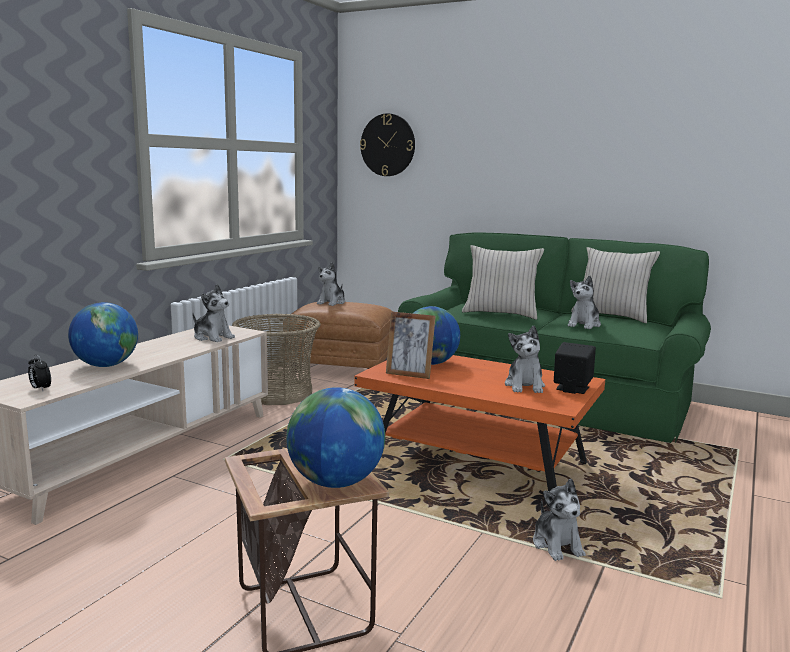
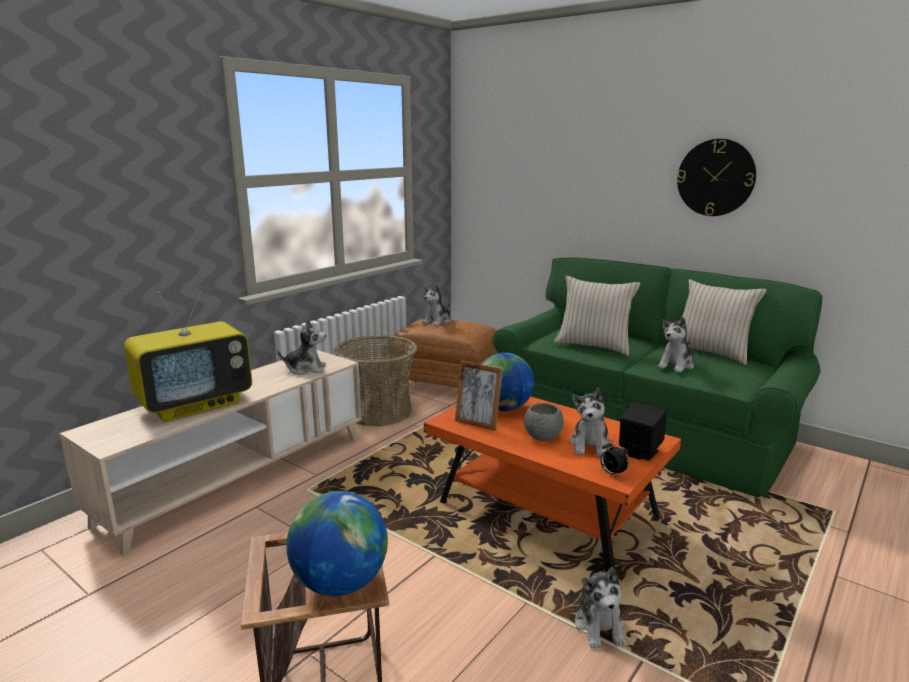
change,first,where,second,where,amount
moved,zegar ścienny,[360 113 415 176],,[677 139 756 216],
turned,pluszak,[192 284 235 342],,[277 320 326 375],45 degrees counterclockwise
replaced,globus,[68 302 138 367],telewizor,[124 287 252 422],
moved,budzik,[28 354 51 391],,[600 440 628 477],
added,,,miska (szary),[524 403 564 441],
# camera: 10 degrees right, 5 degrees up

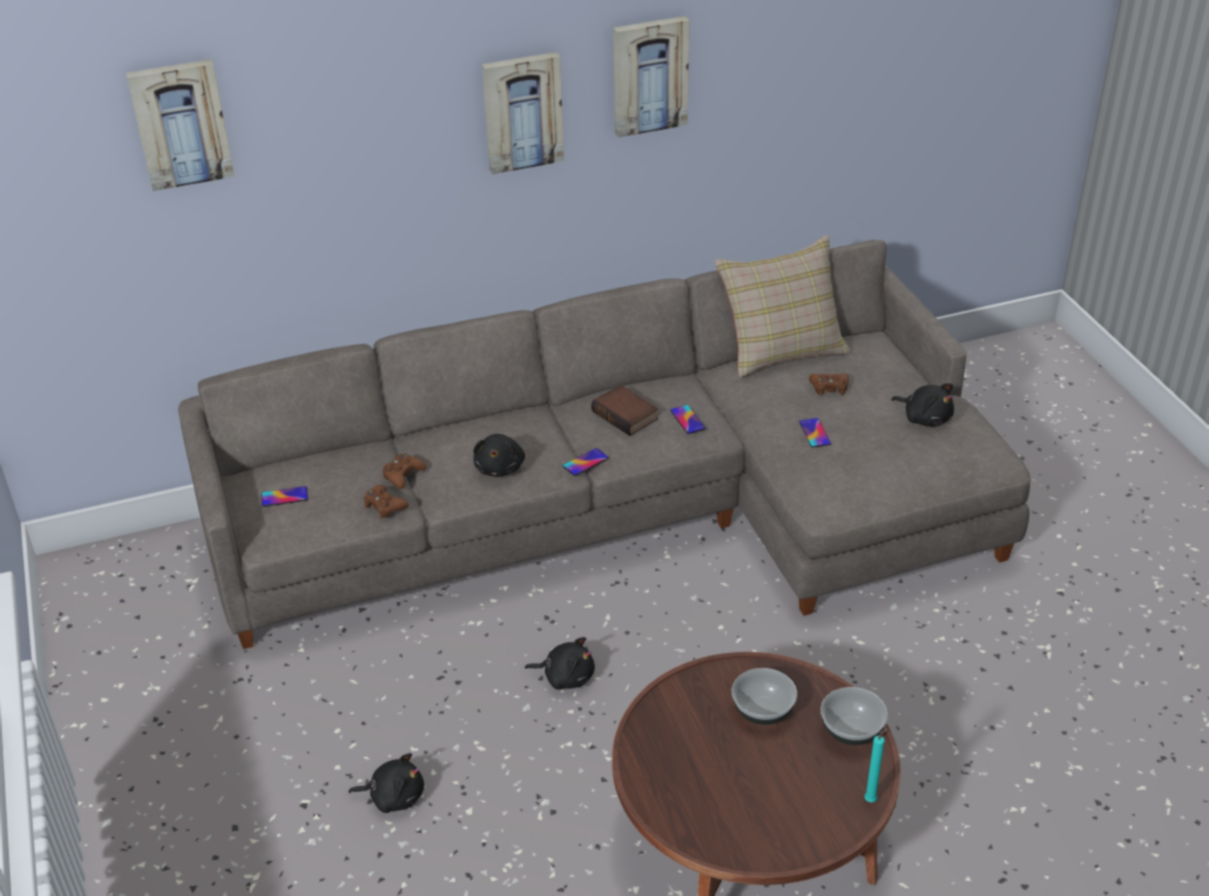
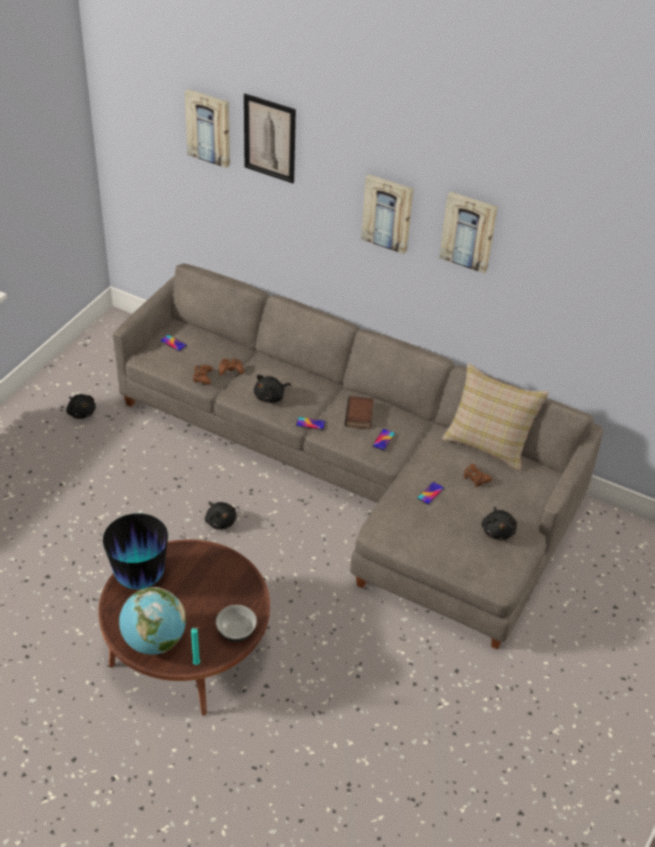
change,first,where,second,where,amount
removed,miska,[732 668 797 725],,,
moved,pluszak (czarny),[349 753 424 813],,[66 394 96 419],
added,,,obraz,[244 94 296 183],
added,,,wazon,[103 513 168 590],
added,,,globus,[119 587 186 655],
# camera: 45 degrees right, 5 degrees up

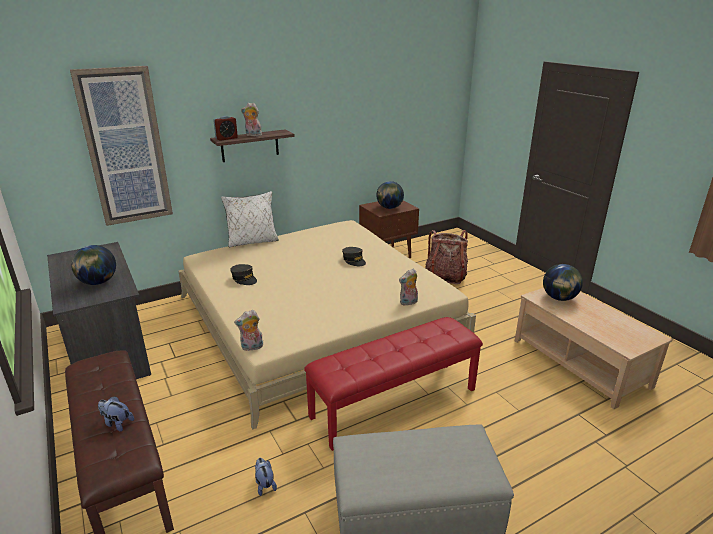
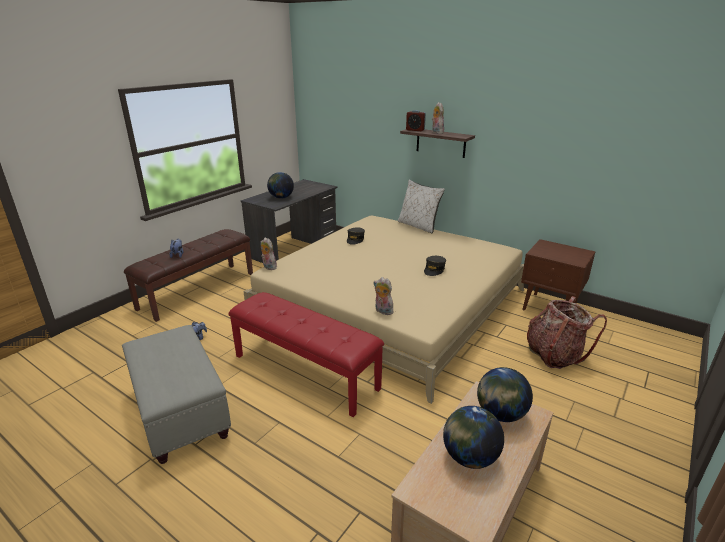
change,first,where,second,where,amount
removed,obraz,[70 66 173 226],,,
moved,globus,[376 181 404 209],,[443 406 504 469],
# camera: 65 degrees right, 0 degrees up

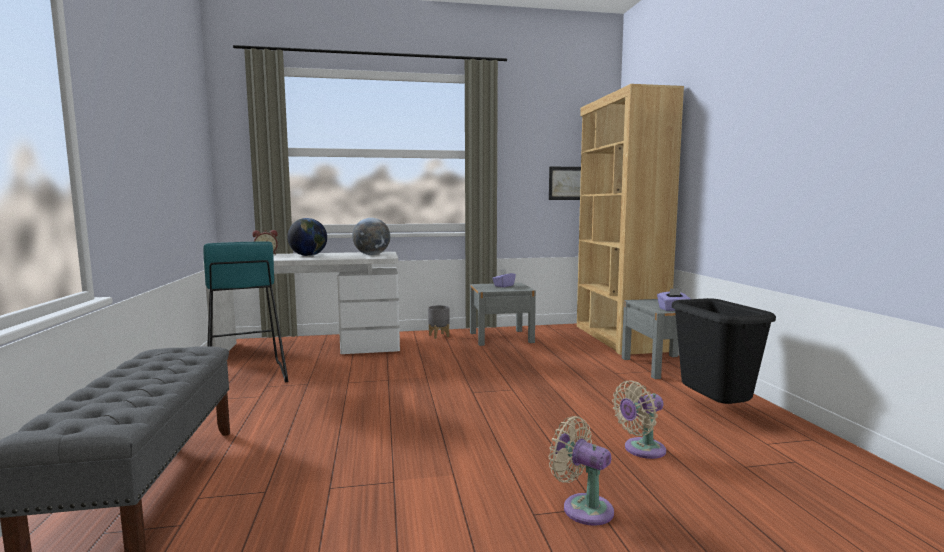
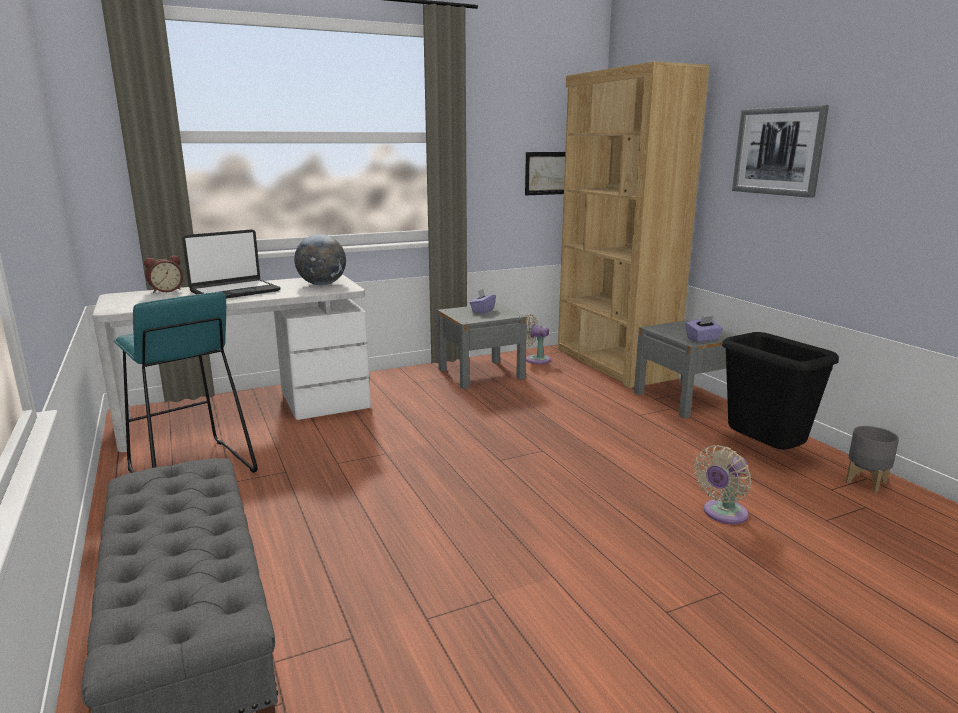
change,first,where,second,where,amount
replaced,globus,[287 218 327 256],laptop,[182 229 281 299],
moved,donica (szary),[428 305 450 339],,[846 426 899 492],
moved,wentylator (beżowy),[549 416 614 526],,[525 314 551 364],
added,,,obraz,[732 105 829 198],
# camera: 15 degrees left, 10 degrees up

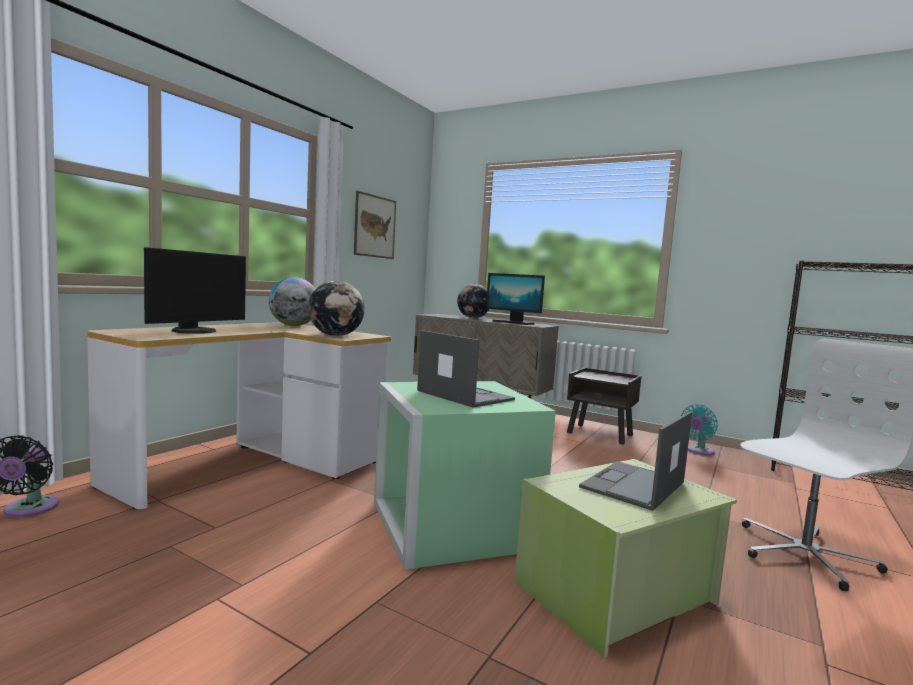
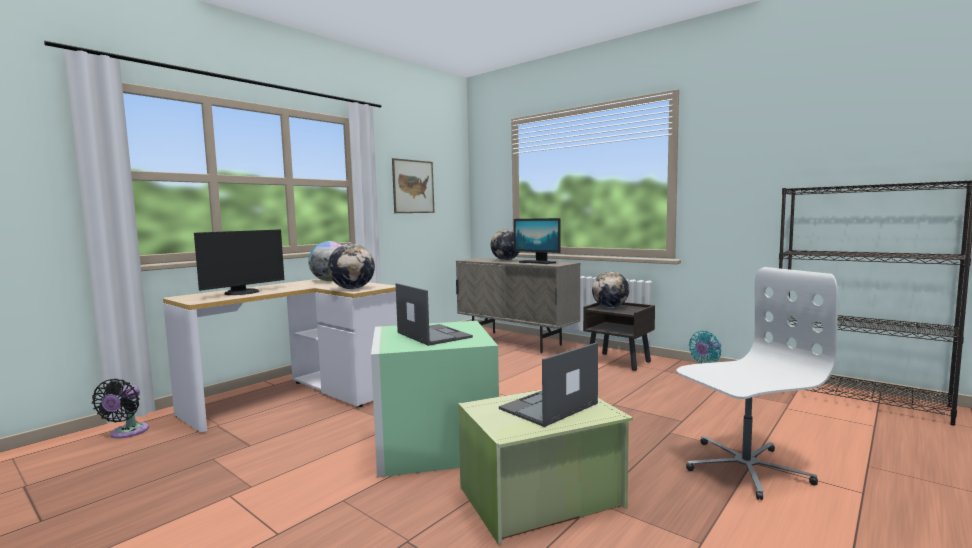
change,first,where,second,where,amount
added,,,globus,[592 271 629 308],
# camera: 10 degrees right, 0 degrees up

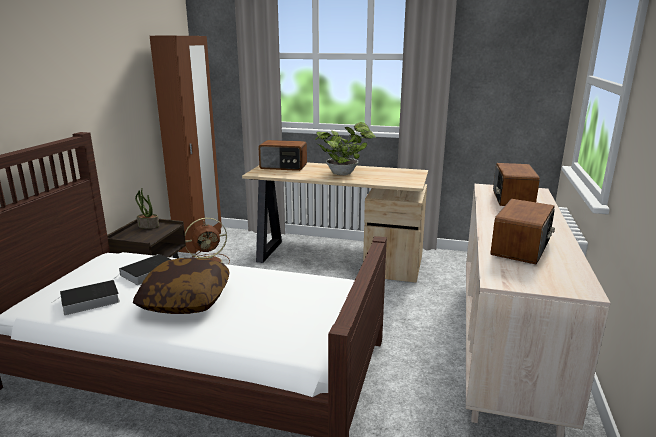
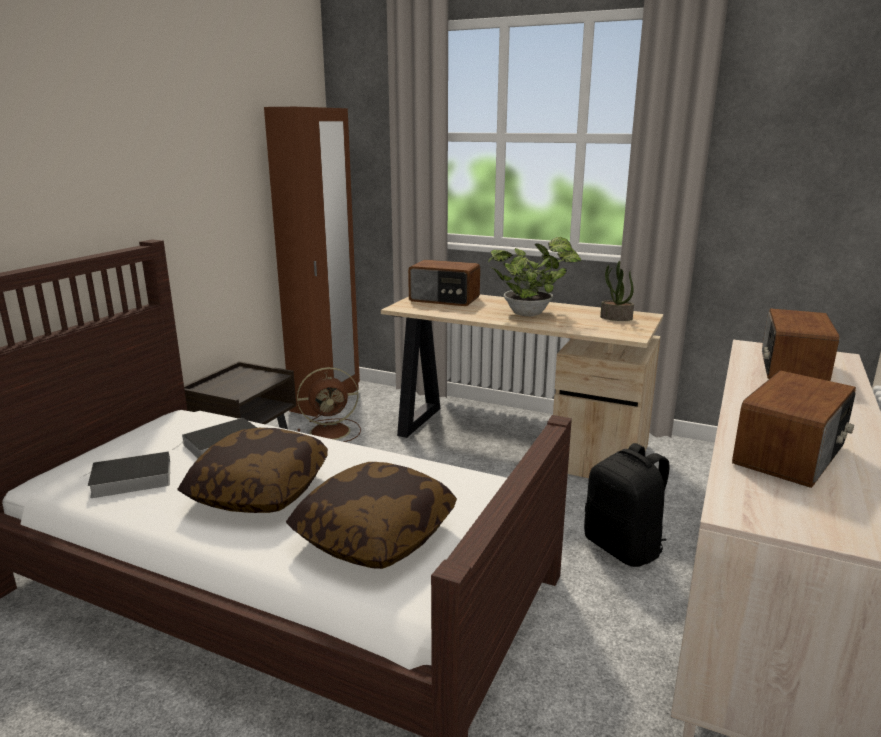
change,first,where,second,where,amount
moved,roślina doniczkowa,[135 189 159 229],,[600 261 634 321],
added,,,plecak (czarny),[584 443 670 567],
added,,,poduszka,[286 462 457 569],
# camera: 10 degrees right, 0 degrees up

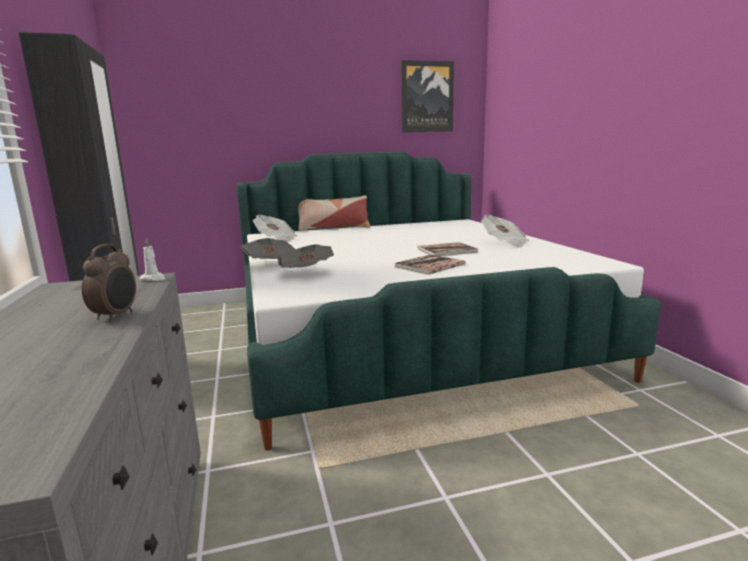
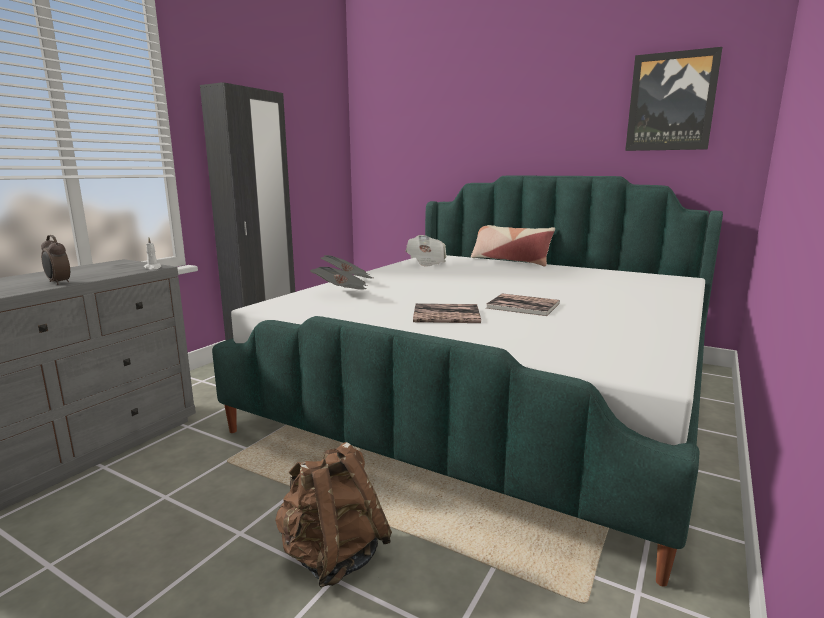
change,first,where,second,where,amount
removed,gazeta,[481 215 529 248],,,
turned,budzik,[82 244 136 322],,[41 235 70 285],75 degrees clockwise
added,,,plecak (brązowy),[275 442 392 587],
# camera: 45 degrees right, 0 degrees up

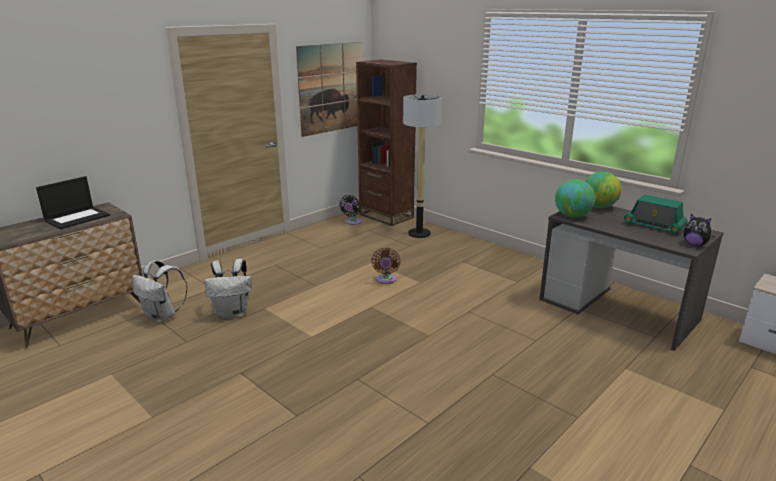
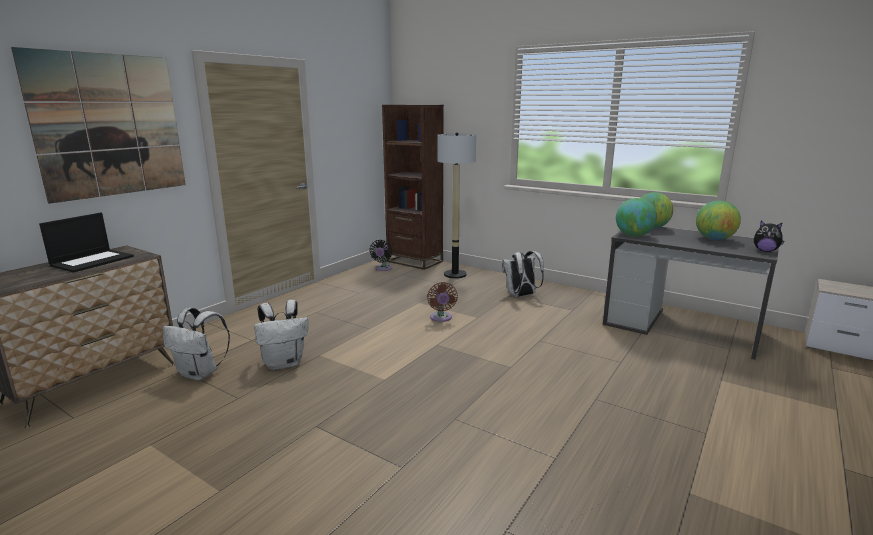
change,first,where,second,where,amount
moved,obraz,[296 42 363 137],,[11 47 186 204],
replaced,radio,[624 194 688 235],globus,[696 201 741 240],
added,,,plecak (biały),[502 251 544 297],
# camera: 10 degrees left, 5 degrees down

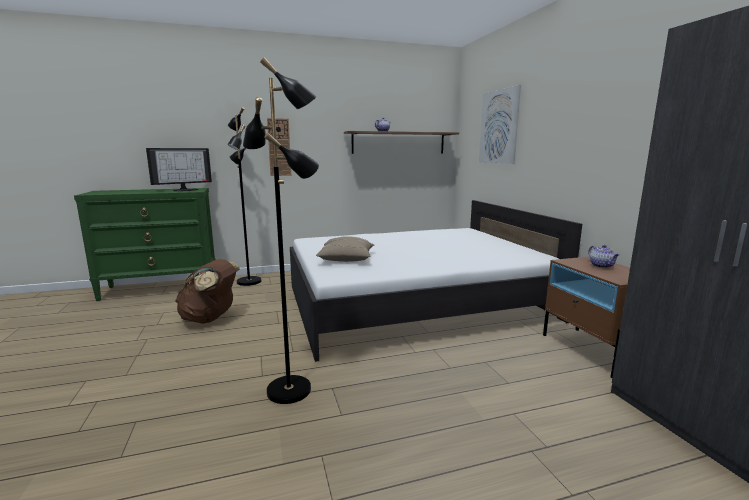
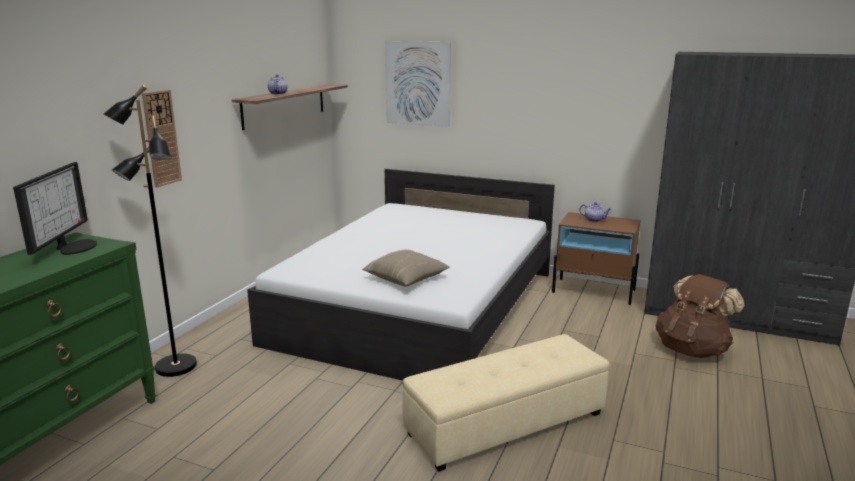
change,first,where,second,where,amount
replaced,lampa stojąca (czarny),[243 57 319 404],pufa (beżowy),[403 334 610 472],
moved,plecak (brązowy),[175 259 240 324],,[656 274 744 358],
# camera: 50 degrees left, 5 degrees up

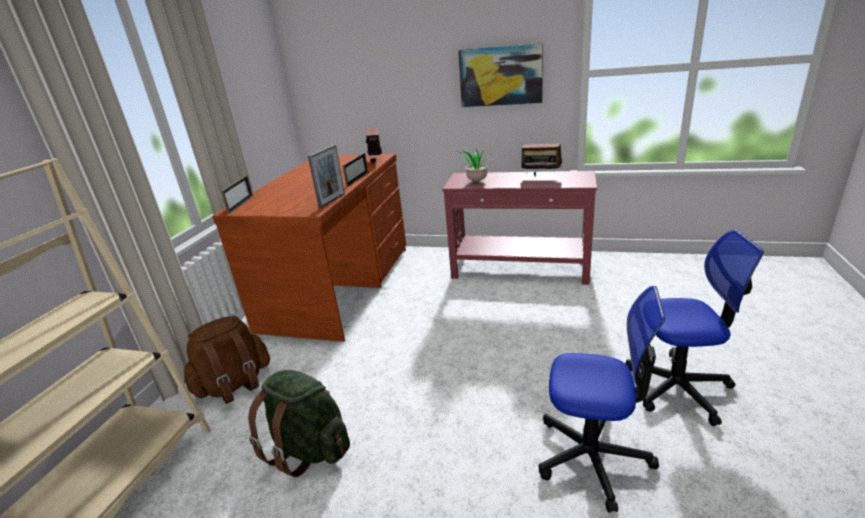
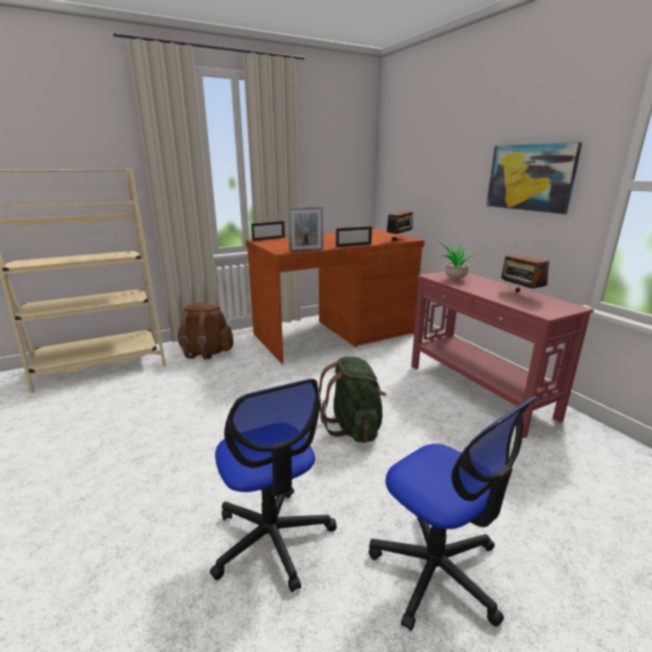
change,first,where,second,where,amount
moved,plecak (zielony),[248 370 350 477],,[318 357 386 443],
# camera: 45 degrees right, 5 degrees down

